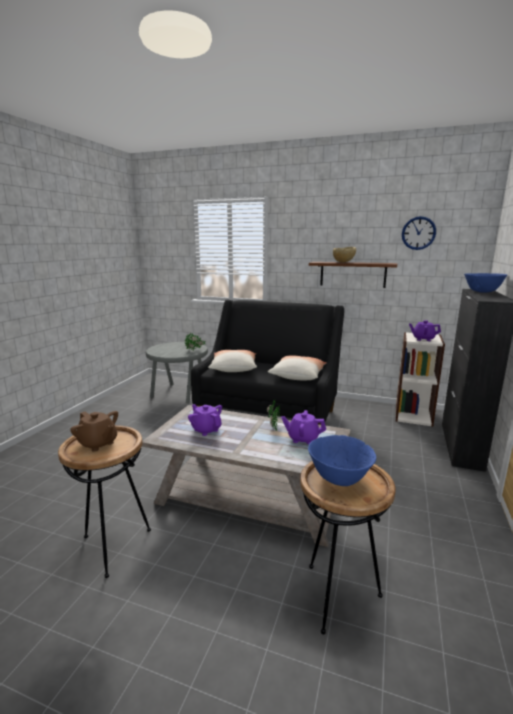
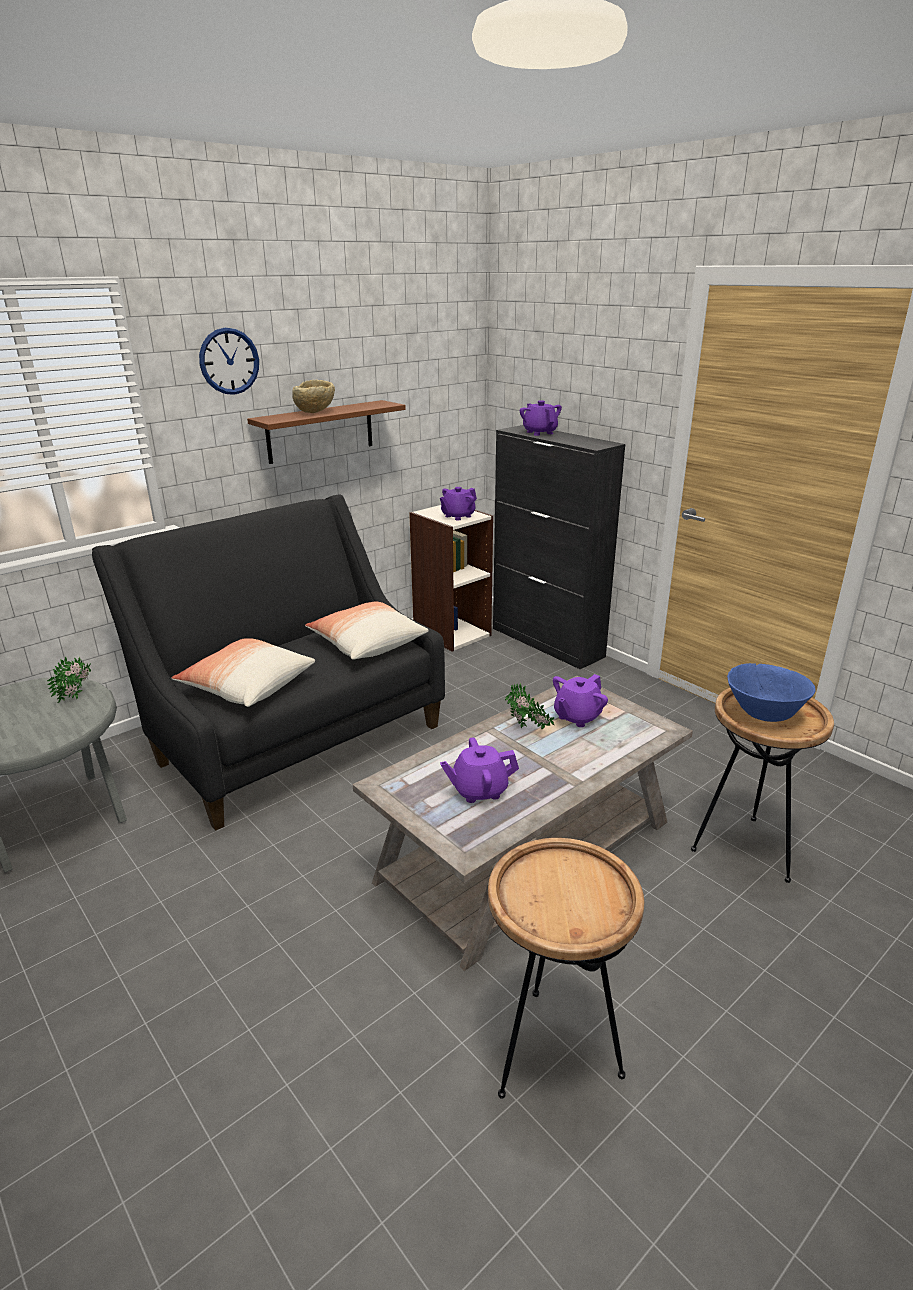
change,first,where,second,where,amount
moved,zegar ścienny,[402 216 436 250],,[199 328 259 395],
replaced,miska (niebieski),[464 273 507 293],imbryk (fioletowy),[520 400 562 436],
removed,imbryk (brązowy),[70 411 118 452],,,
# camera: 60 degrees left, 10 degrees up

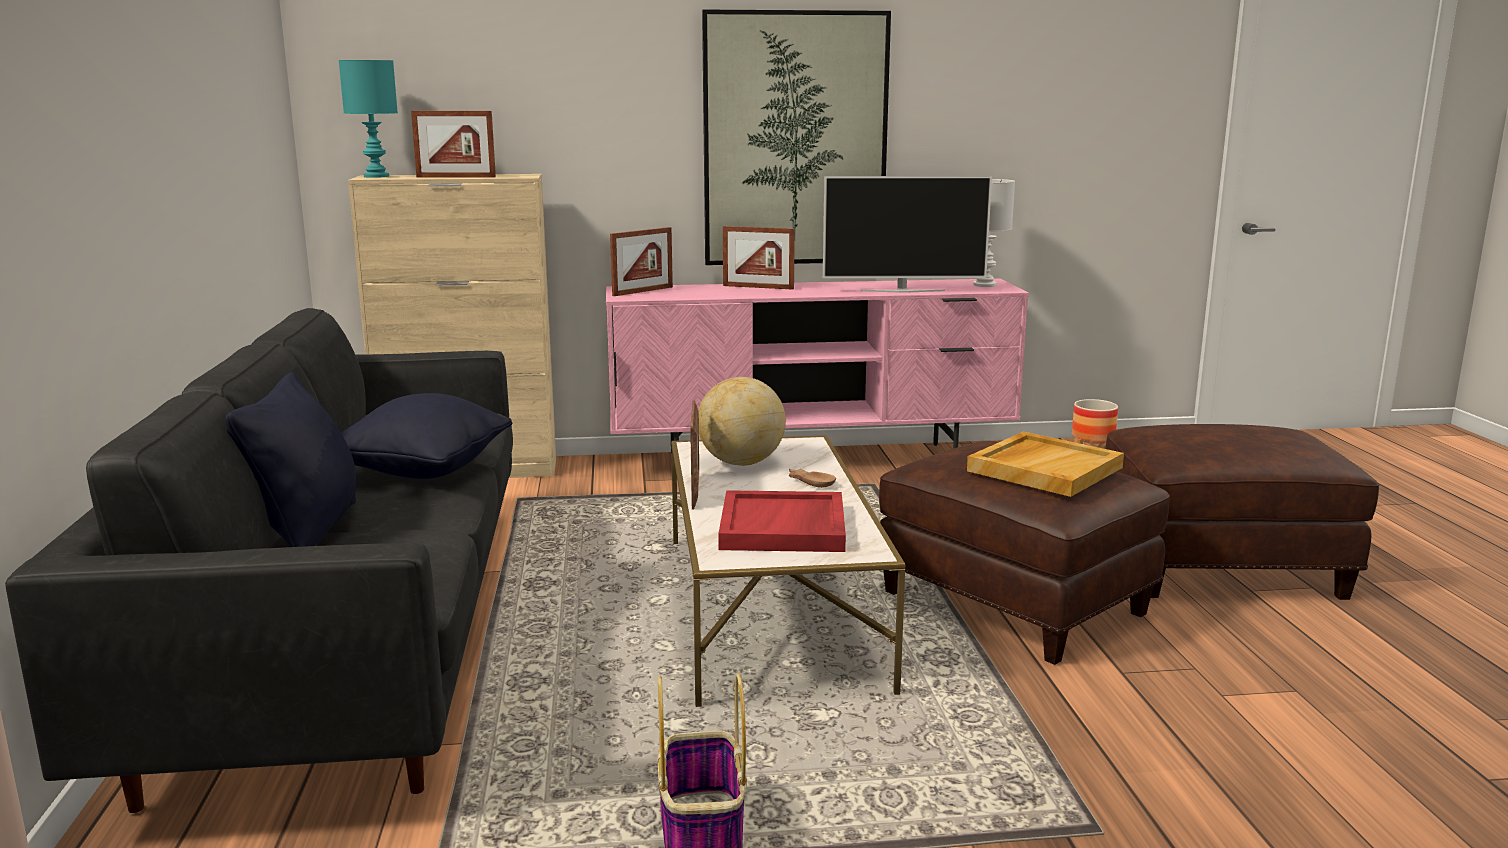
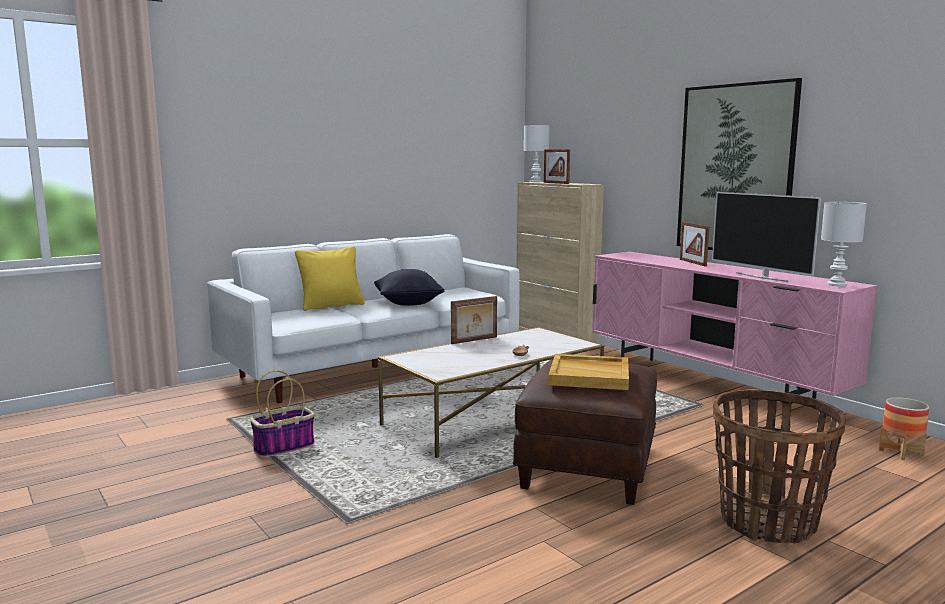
change,first,where,second,where,amount
recoloured,lampa stołowa (turkusowy),[339 60 398 178],lampa stołowa (biały),[524 125 550 182],
removed,ramka na zdjęcie,[610 227 673 296],,,
recoloured,kanapa (czarny),[5 308 513 813],kanapa (biały),[207 234 520 403],
recoloured,poduszka (czarny),[225 372 356 547],poduszka (żółty),[295 246 365 311],
removed,globus,[698 377 786 466],,,
replaced,pufa (brązowy),[1106 424 1379 600],koszyk,[713 389 846 543],
removed,taca (czerwony),[718 490 846 552],,,
# camera: 60 degrees right, 5 degrees down

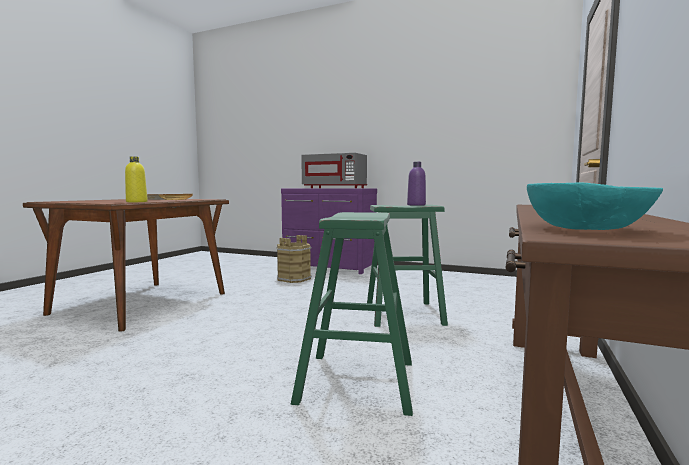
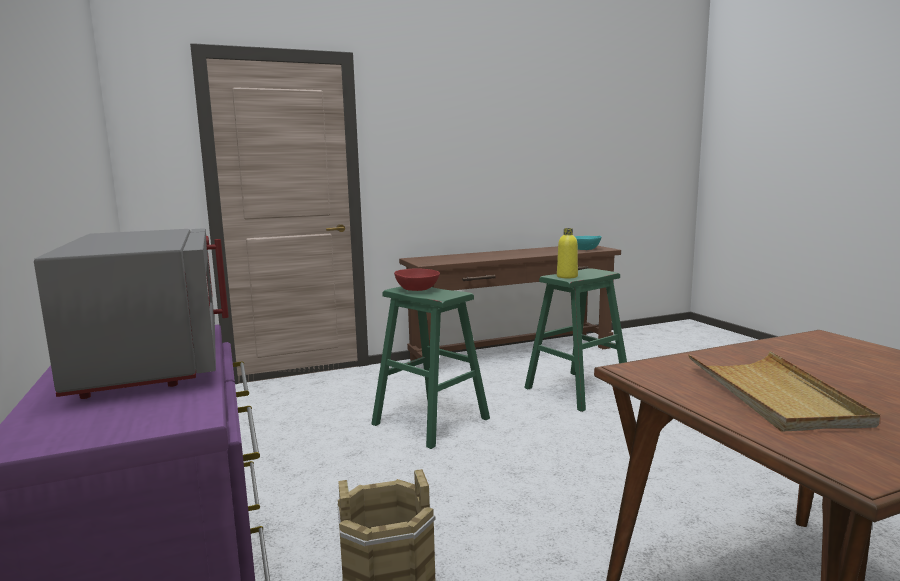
change,first,where,second,where,amount
moved,butelka (żółty),[125 156 148 202],,[557 228 578 278],
replaced,butelka (fioletowy),[407 162 426 206],miska (czerwony),[394 268 440 291],
# camera: 135 degrees left, 5 degrees up

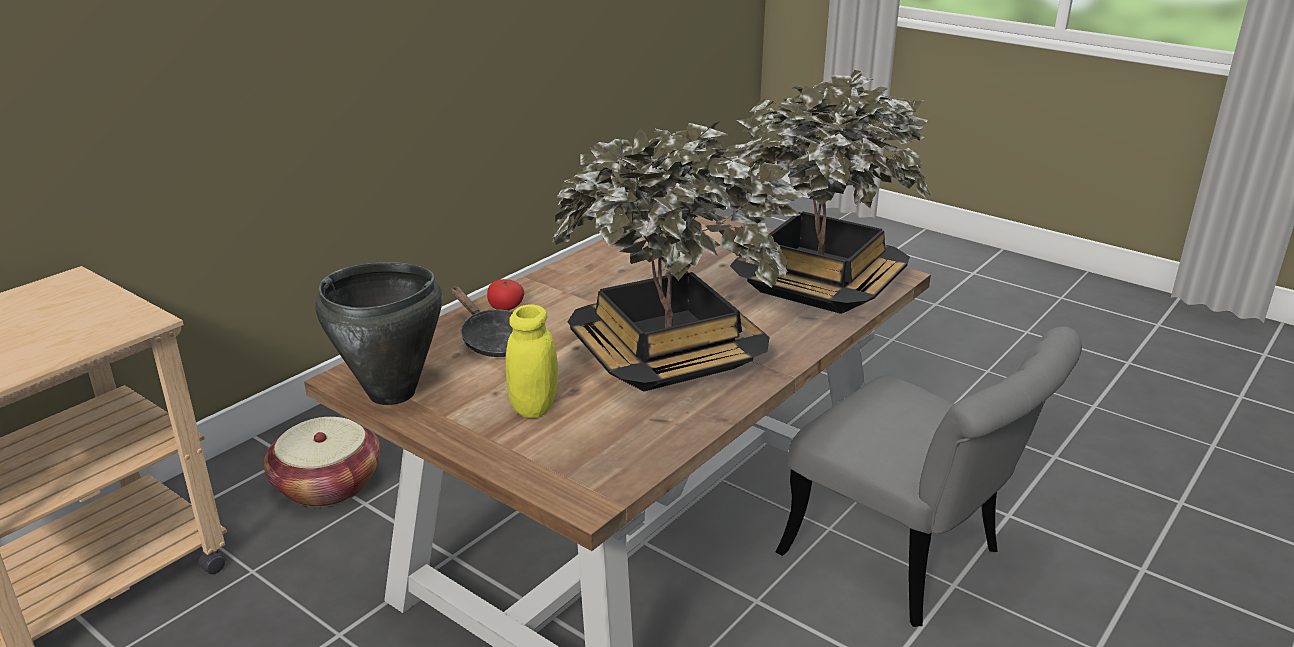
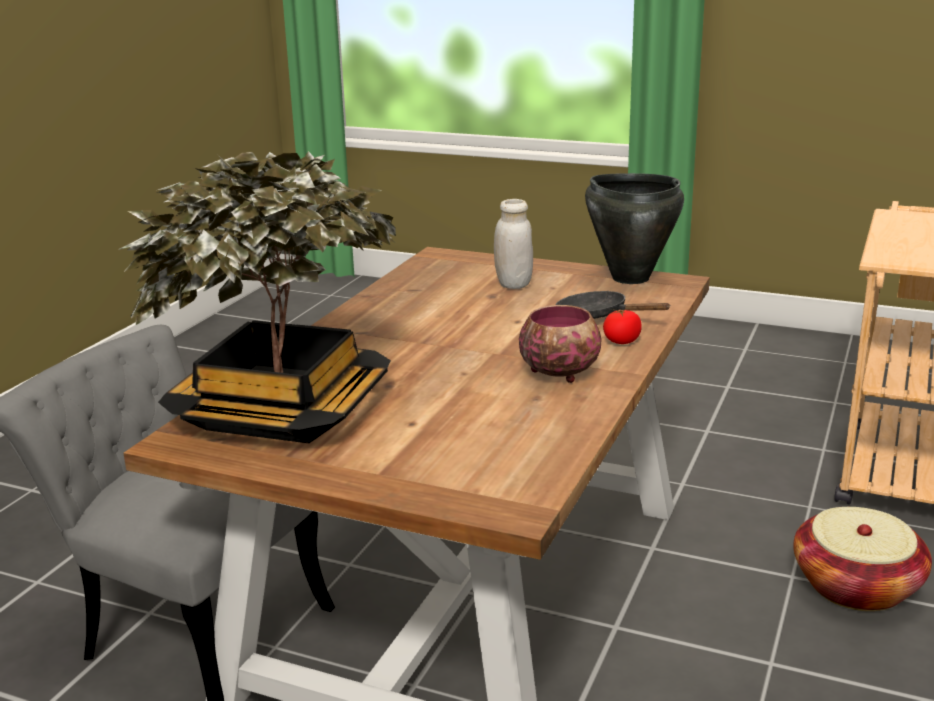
change,first,where,second,where,amount
removed,roślina doniczkowa,[551 121 806 391],,,
recoloured,słoik (żółty),[506 304 558 418],słoik (biały),[494 199 533 289],
added,,,miska,[519 305 602 383],
# camera: 165 degrees right, 5 degrees down

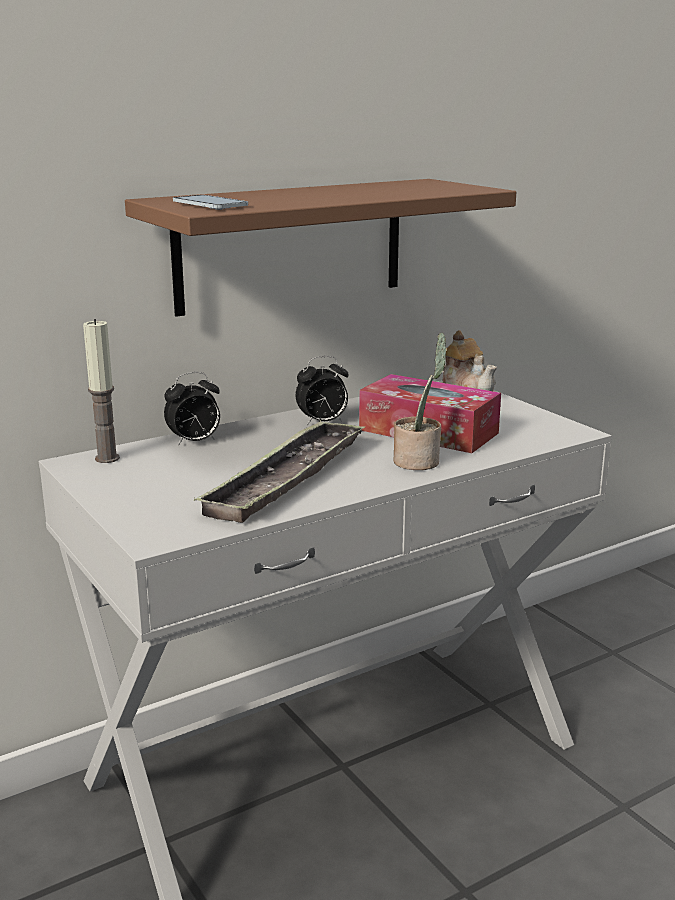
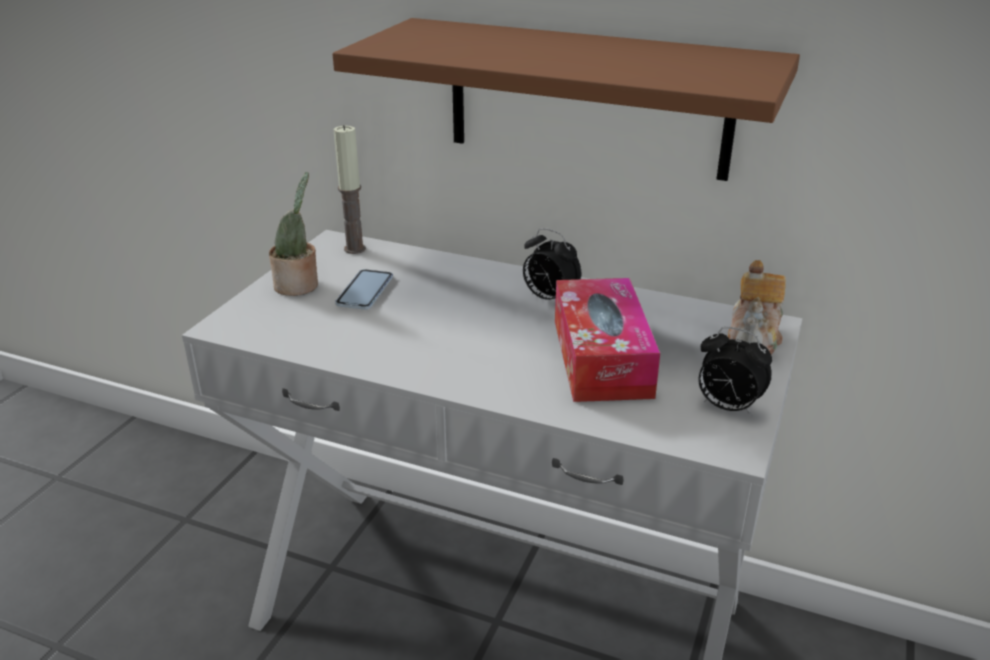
change,first,where,second,where,amount
moved,telefon,[173 195 248 210],,[335 269 393 310],
moved,roślina doniczkowa,[393 333 447 470],,[269 172 318 296],
moved,budzik,[164 372 220 446],,[698 327 772 416],
removed,taca,[194 420 366 523],,,
# camera: 55 degrees right, 10 degrees up

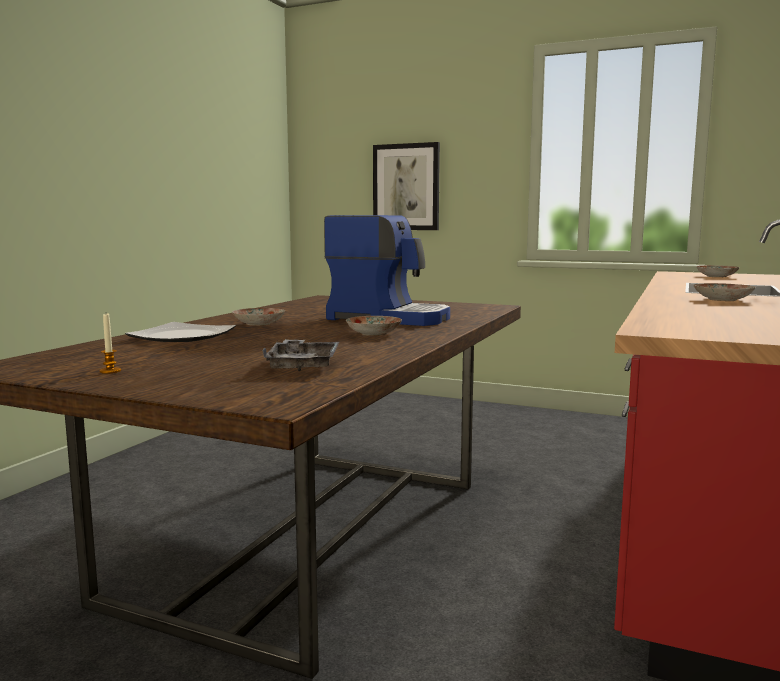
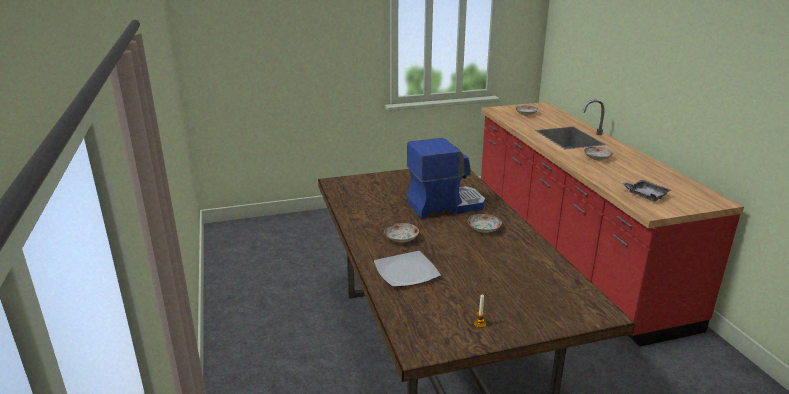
change,first,where,second,where,amount
removed,obraz,[373 142 440 230],,,
moved,taca (szary),[262 339 339 371],,[622 180 671 202],
# camera: 40 degrees left, 15 degrees up

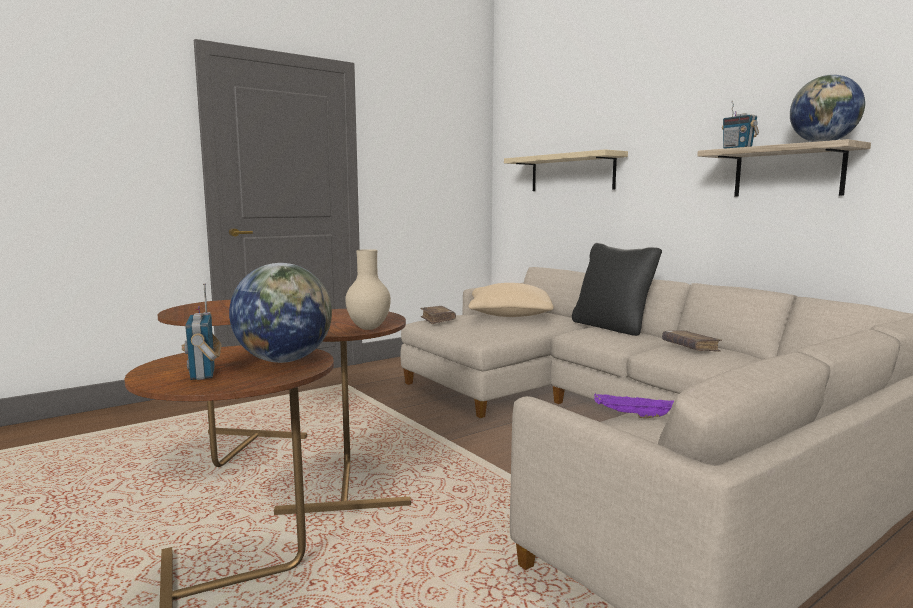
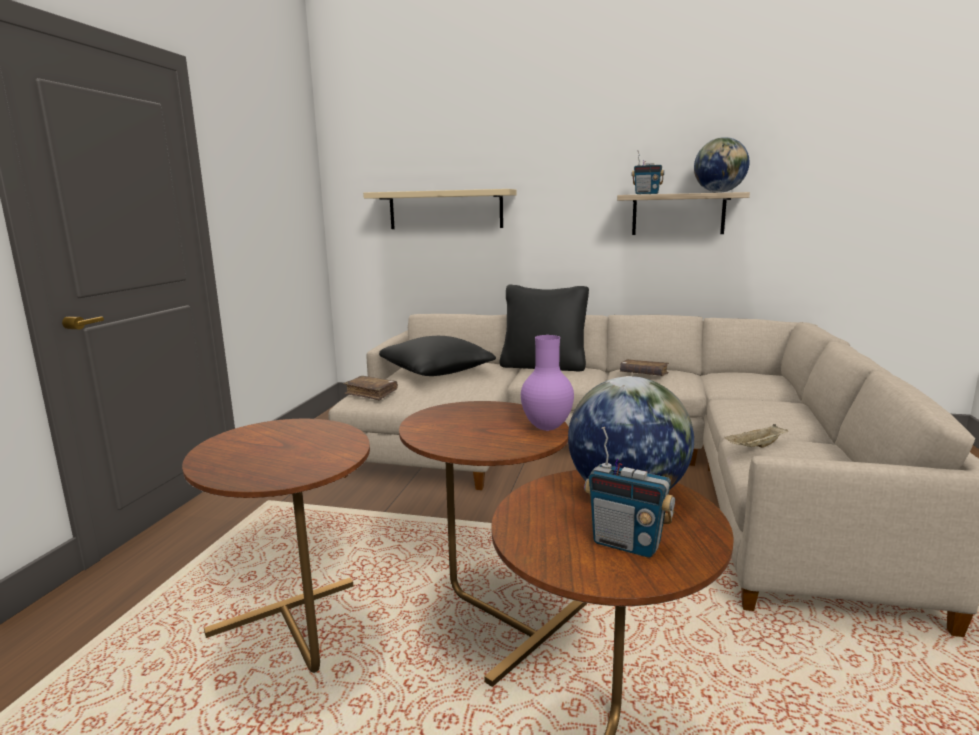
change,first,where,second,where,amount
recoloured,wazon (beżowy),[345 249 391 330],wazon (fioletowy),[521 335 574 431],
recoloured,poduszka (beżowy),[468 283 554 317],poduszka (czarny),[379 336 496 376],
recoloured,taca (fioletowy),[594 393 674 418],taca (beżowy),[724 424 788 448],
# camera: 40 degrees left, 5 degrees up

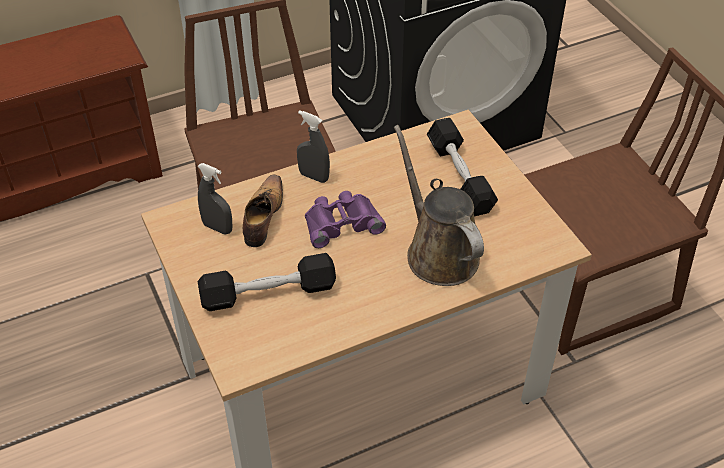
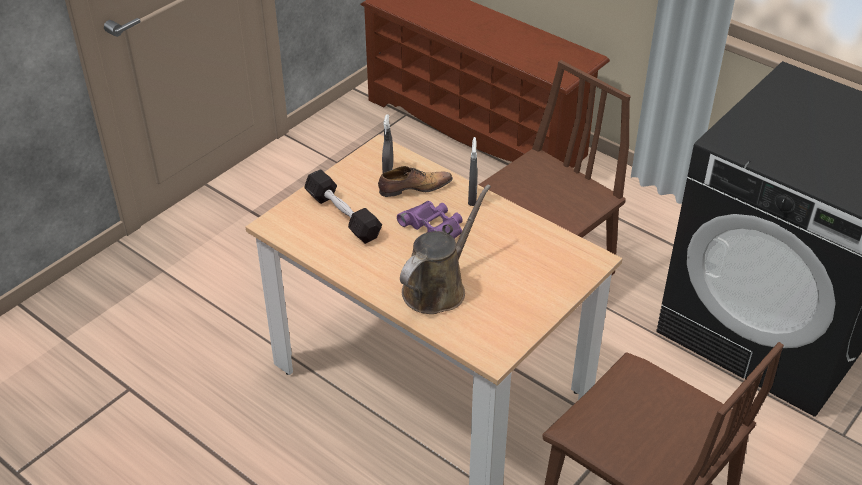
change,first,where,second,where,amount
removed,hantel (czarny),[427 118 498 216],,,
# camera: 65 degrees right, 5 degrees down

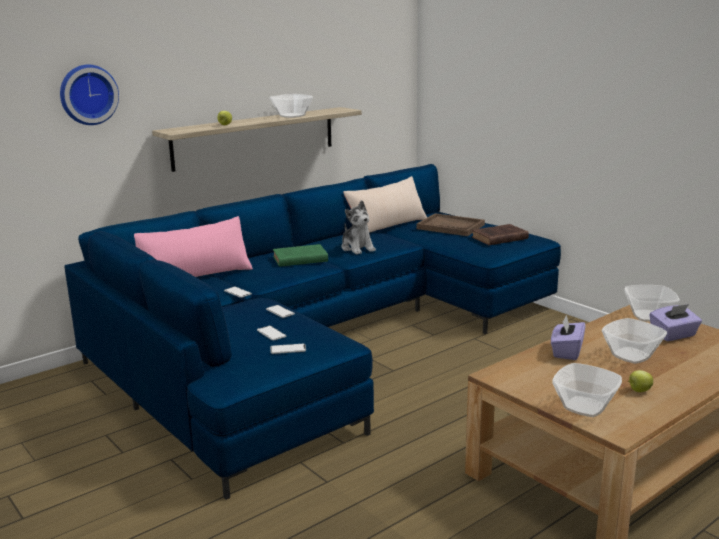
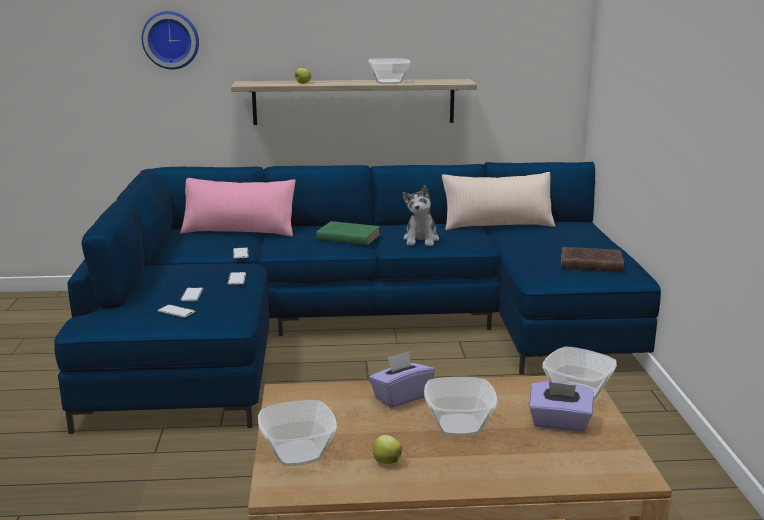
change,first,where,second,where,amount
removed,taca (brązowy),[416 213 485 236],,,
# camera: 35 degrees right, 0 degrees up

